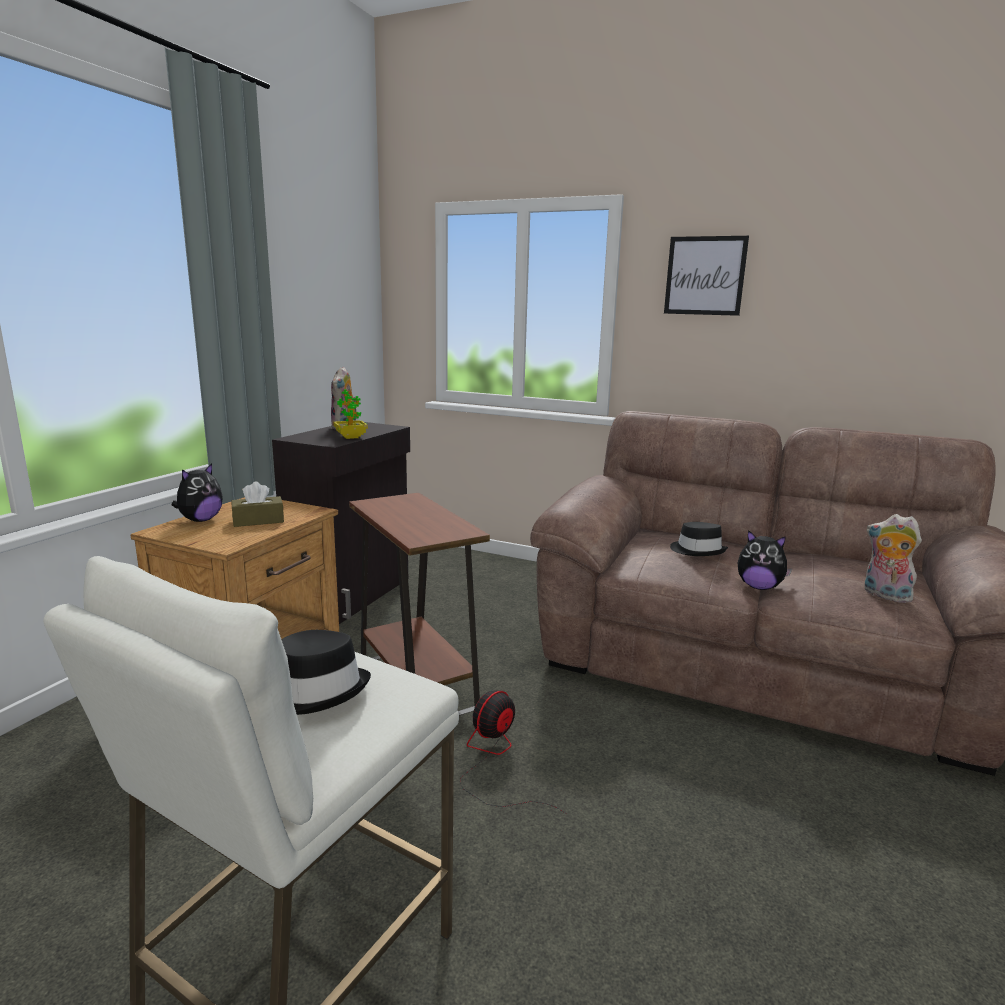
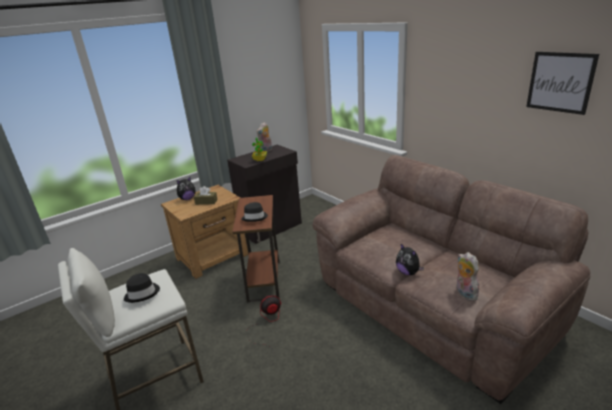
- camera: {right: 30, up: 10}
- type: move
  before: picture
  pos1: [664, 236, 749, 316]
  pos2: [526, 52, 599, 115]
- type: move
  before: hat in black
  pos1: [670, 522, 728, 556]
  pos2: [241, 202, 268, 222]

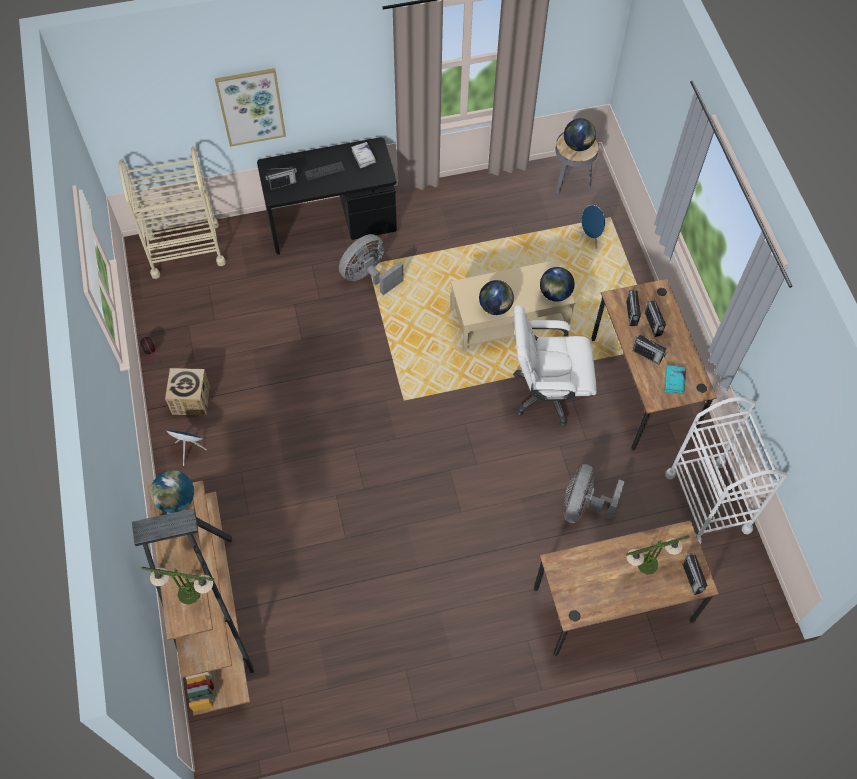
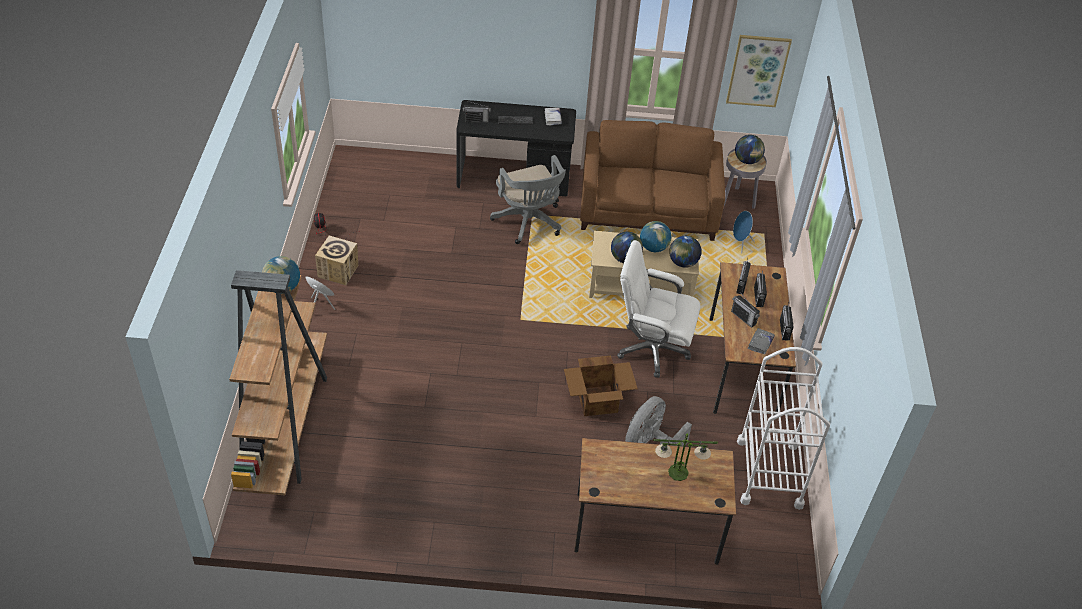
- camera: {right: 15, up: -15}
- type: delete
  before: cart in beige
  pos1: [119, 146, 226, 279]
- type: delete
  before: table lamp
  pos1: [141, 567, 215, 605]
- type: insert
  after: cardboard box
  pos2: [564, 356, 638, 416]
- type: insert
  after: sofa in brown
  pos2: [580, 120, 725, 241]
- type: insert
  after: globe
  pos2: [640, 221, 671, 252]
- type: move
  before: picture
  pos1: [215, 68, 286, 147]
  pos2: [726, 35, 792, 107]
- type: move
  before: radio
  pos1: [682, 553, 707, 595]
  pos2: [780, 302, 794, 341]
- type: replace
  before: fan in grey
  after: office chair in grey
  pos1: [339, 234, 404, 295]
  pos2: [490, 155, 566, 244]
- type: recolor
  before: book in turquoise
  after: book in grey
  pos1: [664, 365, 686, 394]
  pos2: [748, 328, 775, 354]

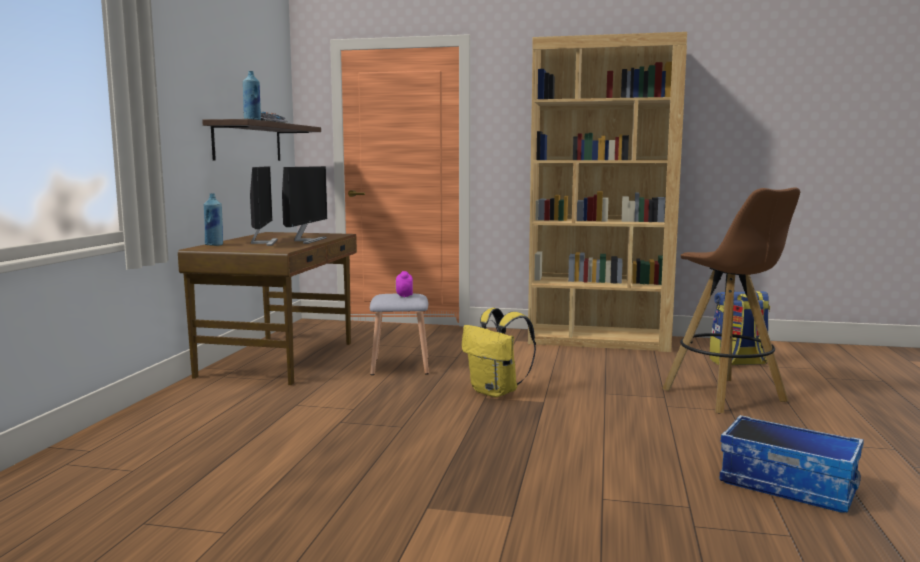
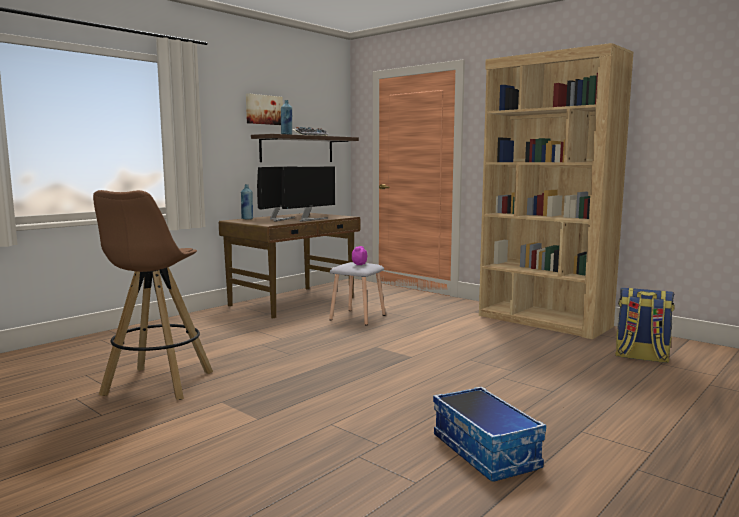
- camera: {right: 30, up: 0}
- type: delete
  before: backpack in yellow
  pos1: [462, 308, 536, 397]
- type: insert
  after: picture
  pos2: [246, 93, 283, 125]
- type: move
  before: stool in brown
  pos1: [662, 187, 800, 414]
  pos2: [93, 190, 213, 400]

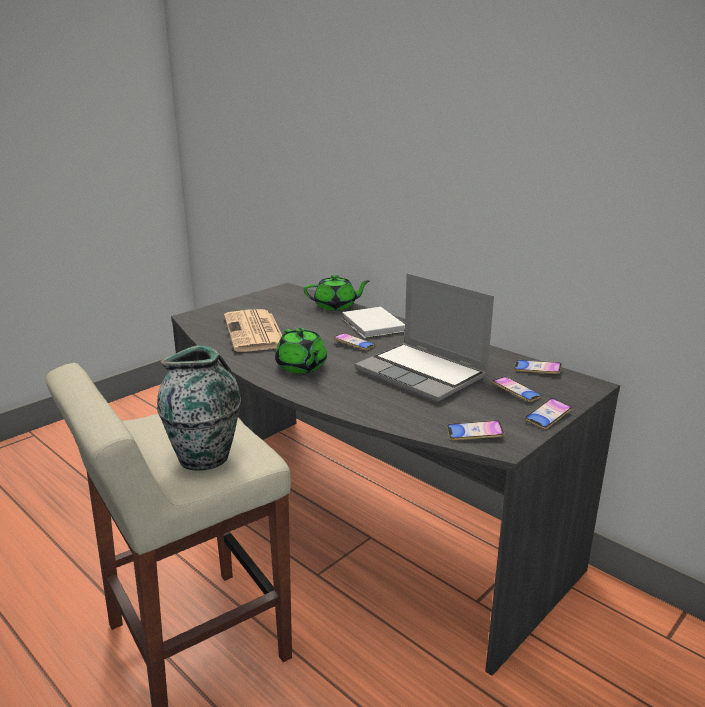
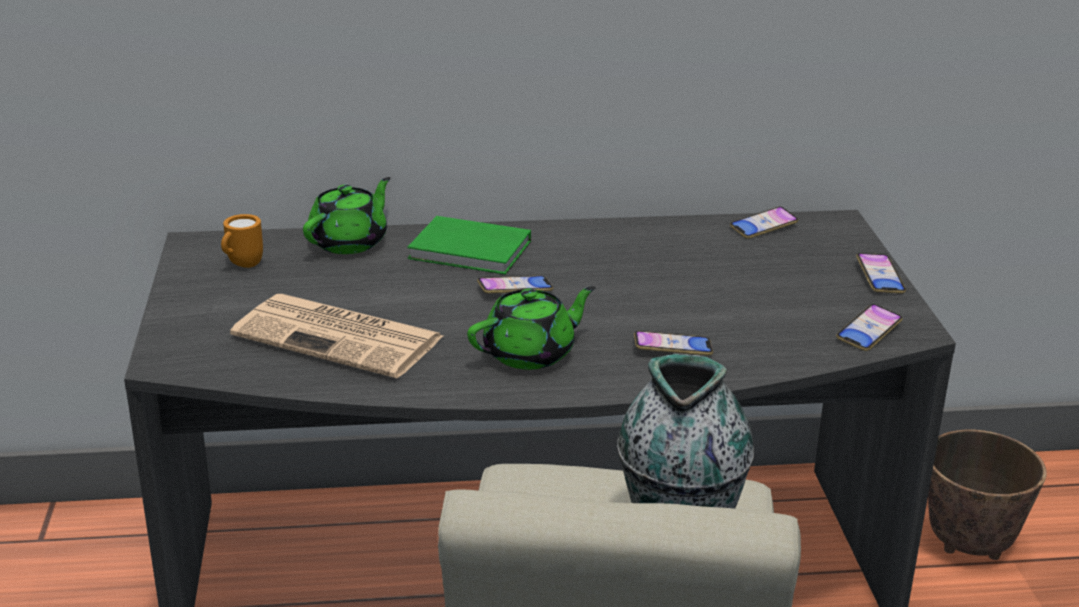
- camera: {right: -50, up: 5}
- type: delete
  before: laptop
  pos1: [355, 273, 494, 403]
- type: insert
  after: mug in orange
  pos2: [221, 214, 263, 268]
- type: insert
  after: planter
  pos2: [928, 430, 1047, 560]
- type: move
  before: phone
  pos1: [492, 377, 542, 402]
  pos2: [634, 331, 713, 356]
- type: recolor
  before: book in white
  after: book in green
  pos1: [342, 307, 405, 338]
  pos2: [407, 216, 531, 275]
- type: rotate
  before: teapot in green
  pos1: [275, 328, 327, 373]
  pos2: [467, 286, 596, 370]
  turn: -45

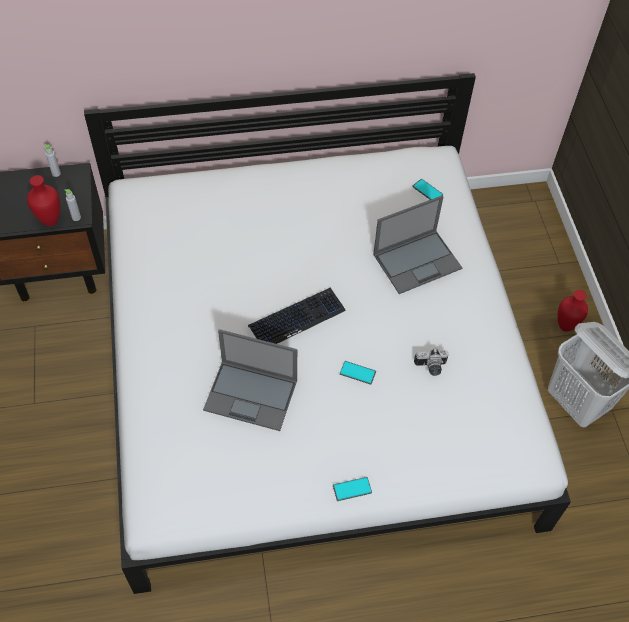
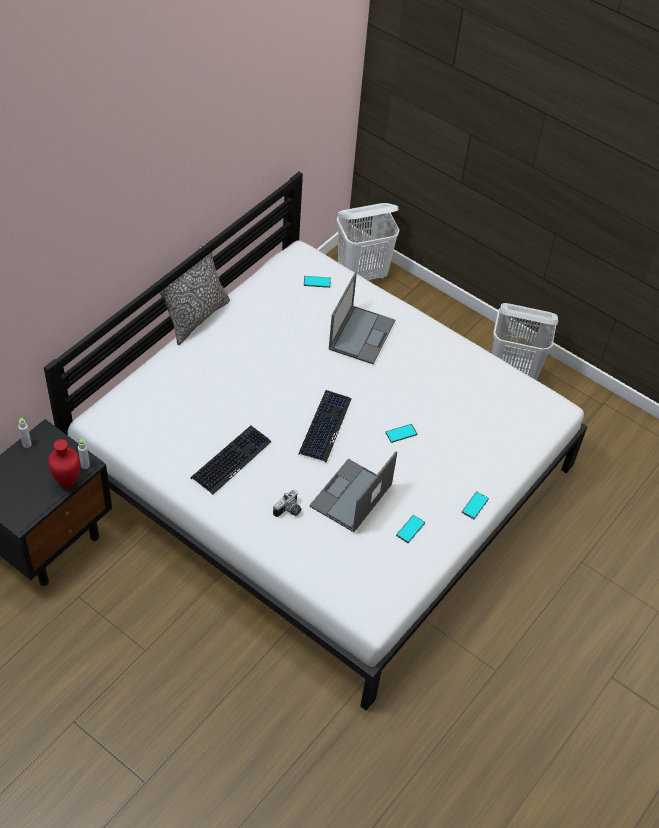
- camera: {right: -45, up: -5}
- type: delete
  before: vase in red
  pos1: [557, 290, 588, 332]
- type: insert
  after: pillow
  pos2: [155, 239, 230, 345]
- type: insert
  after: keyboard
  pos2: [191, 426, 272, 495]
- type: insert
  after: laundry basket in white
  pos2: [336, 203, 399, 280]
- type: insert
  after: phone
  pos2: [396, 515, 425, 543]
- type: move
  before: photo camera
  pos1: [414, 348, 449, 376]
  pos2: [273, 489, 301, 517]
- type: rotate
  before: laptop
  pos1: [203, 329, 297, 431]
  pos2: [309, 451, 397, 532]
  turn: 150

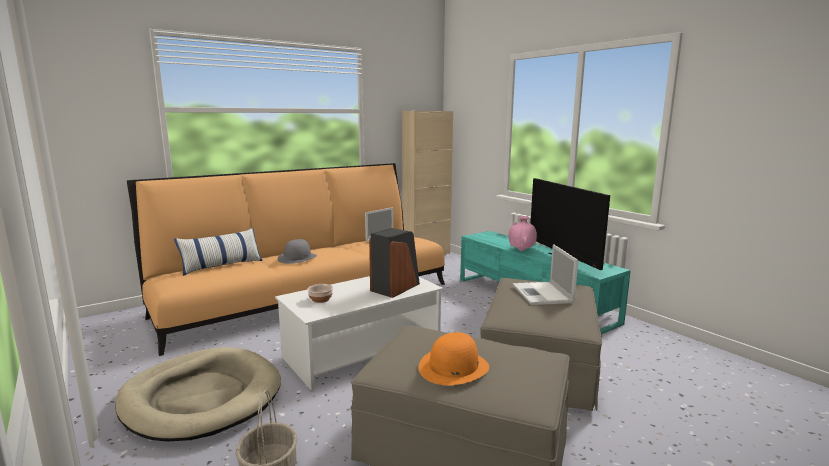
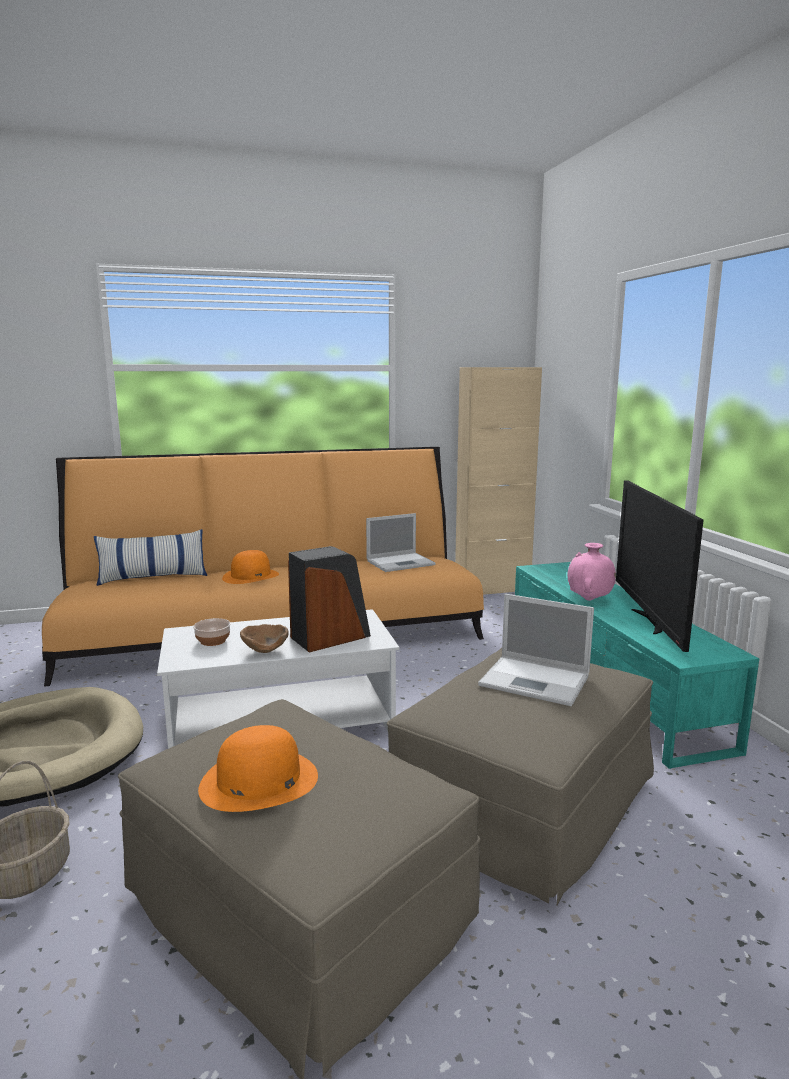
- camera: {right: 20, up: 0}
- type: insert
  after: bowl in brown
  pos2: [240, 624, 289, 653]
- type: recolor
  before: hat in grey
  after: hat in orange
  pos1: [277, 239, 317, 264]
  pos2: [222, 550, 279, 584]
- type: rotate
  before: laptop
  pos1: [512, 244, 578, 305]
  pos2: [478, 594, 594, 706]
  turn: -75

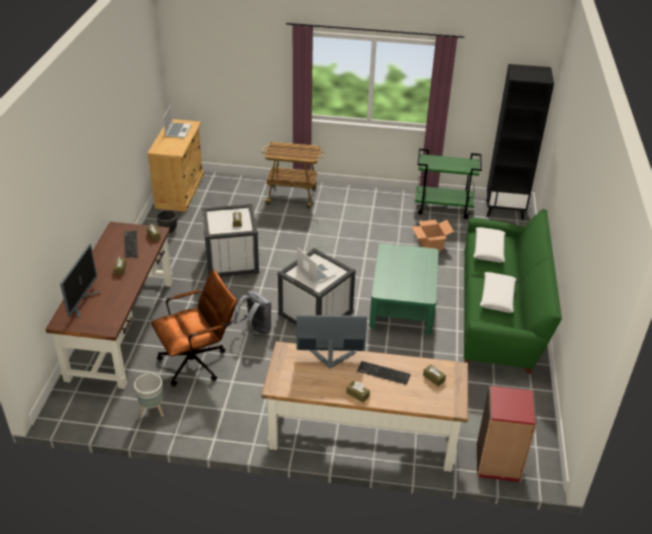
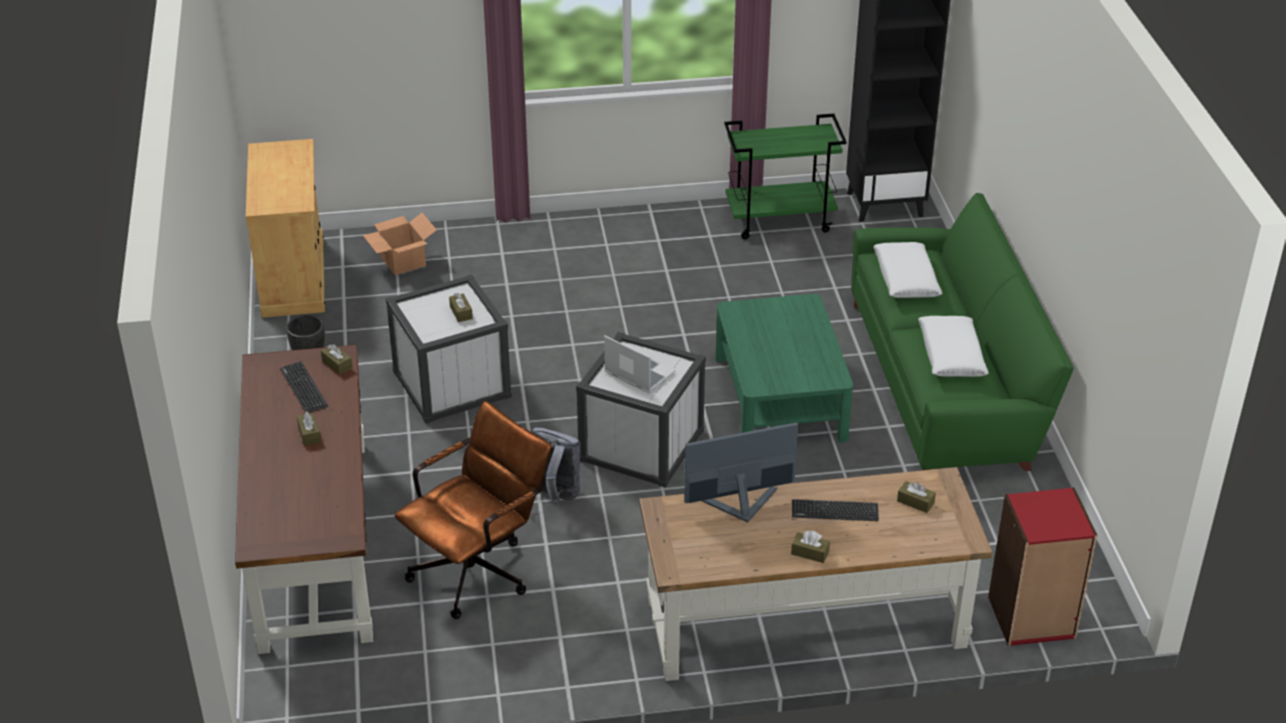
- camera: {right: -15, up: 0}
- type: delete
  before: monitor
  pos1: [60, 244, 101, 319]
- type: delete
  before: planter in grey
  pos1: [134, 373, 164, 417]
- type: delete
  before: laptop
  pos1: [163, 105, 192, 138]
- type: delete
  before: cart
  pos1: [262, 142, 324, 209]
- type: move
  before: cardboard box
  pos1: [412, 220, 454, 251]
  pos2: [363, 213, 437, 275]

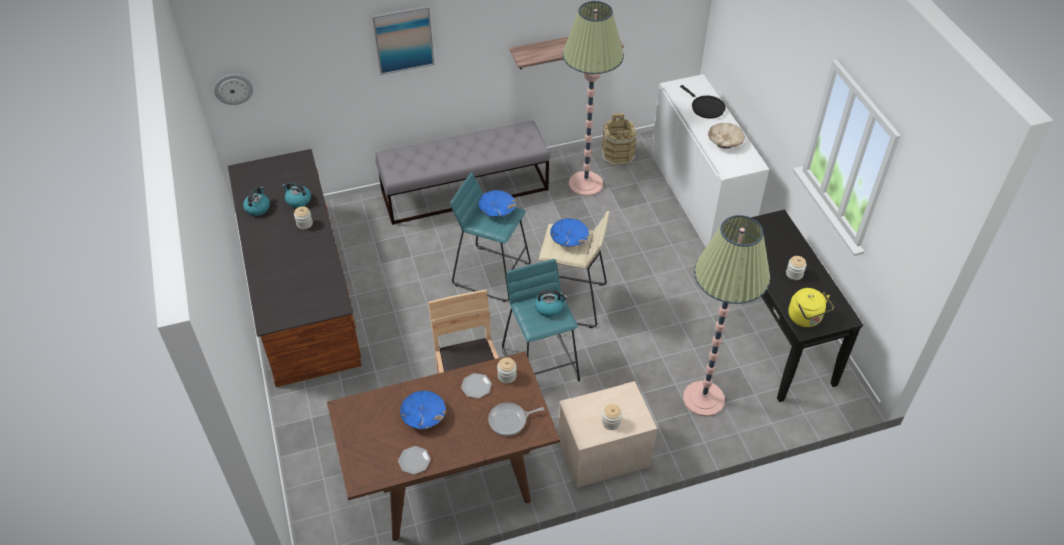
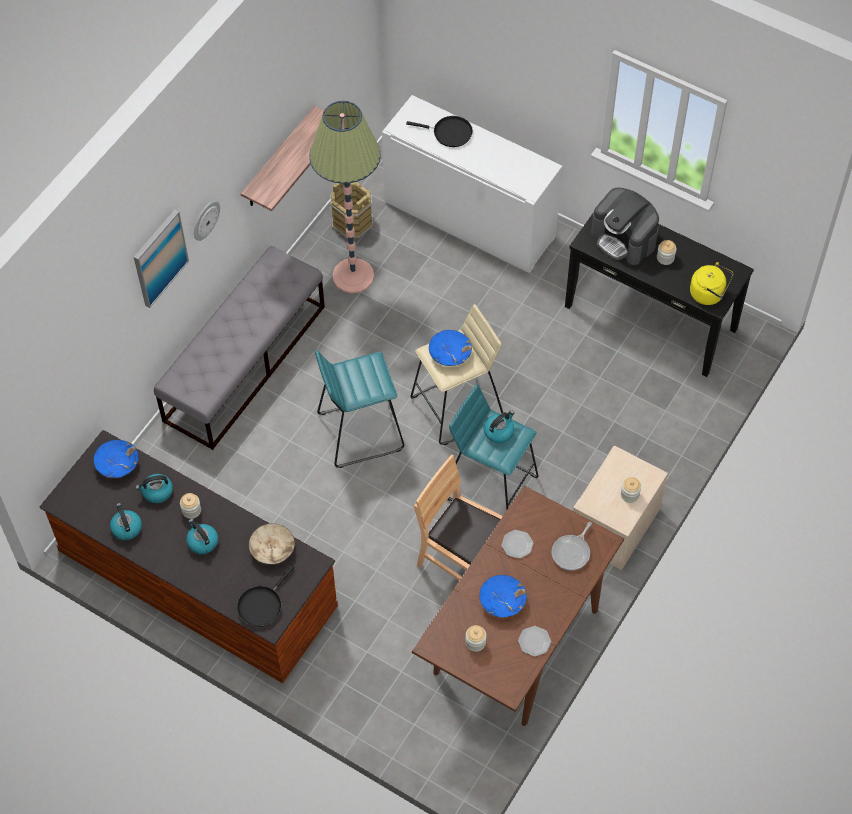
- camera: {right: -40, up: 10}
- type: delete
  before: floor lamp
  pos1: [683, 215, 771, 417]
- type: insert
  after: kettle
  pos2: [186, 519, 218, 554]
- type: insert
  after: frying pan in black
  pos2: [237, 565, 295, 627]
- type: insert
  after: coffee machine
  pos2: [591, 187, 659, 265]
- type: move
  before: wall clock
  pos1: [214, 74, 253, 105]
  pos2: [194, 201, 220, 241]
- type: move
  before: bowl in blue
  pos1: [478, 190, 516, 217]
  pos2: [94, 440, 138, 478]
- type: move
  before: jar
  pos1: [497, 357, 517, 384]
  pos2: [465, 625, 486, 652]
- type: move
  before: bowl in beige
  pos1: [708, 123, 745, 149]
  pos2: [249, 523, 295, 565]

